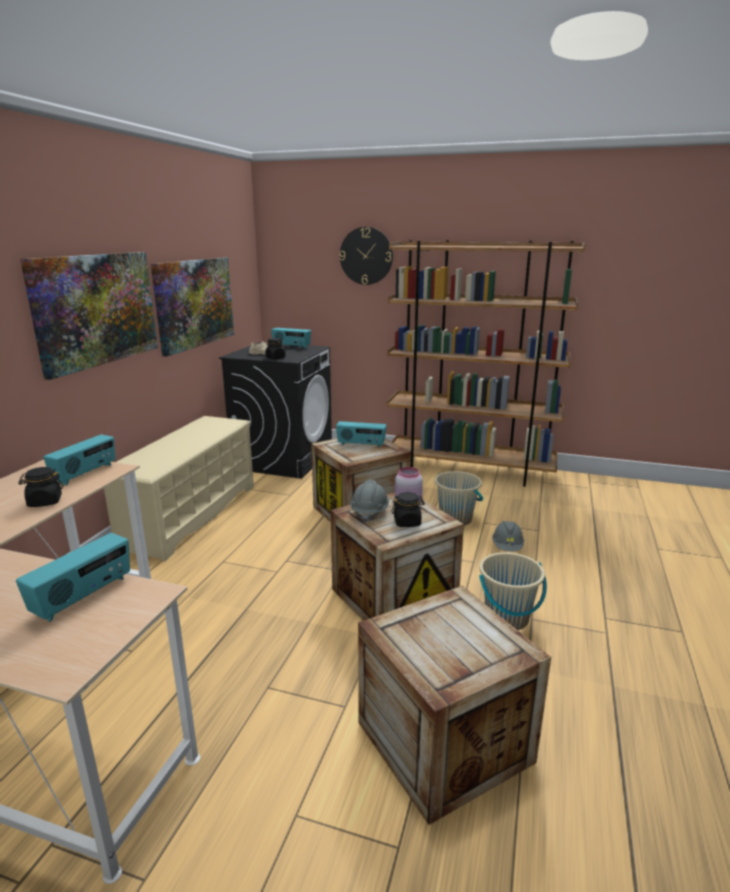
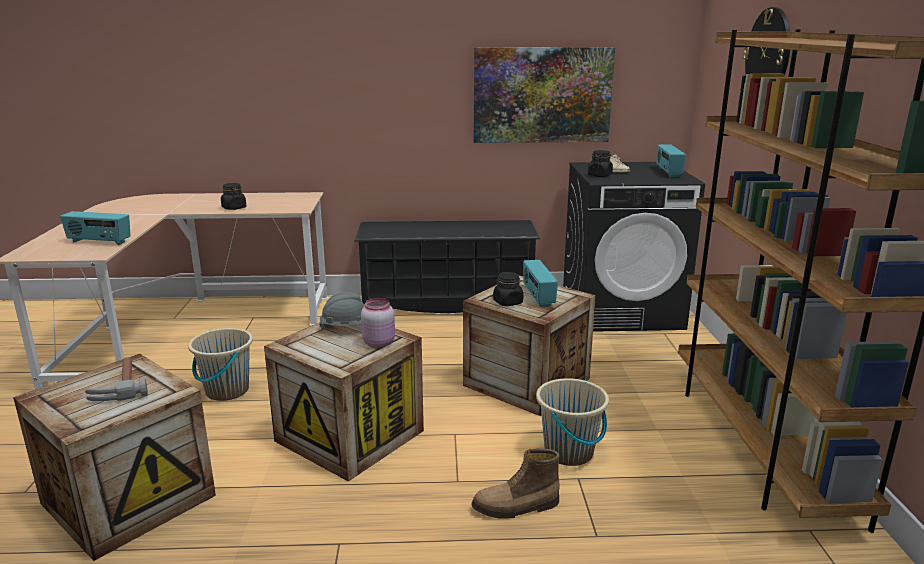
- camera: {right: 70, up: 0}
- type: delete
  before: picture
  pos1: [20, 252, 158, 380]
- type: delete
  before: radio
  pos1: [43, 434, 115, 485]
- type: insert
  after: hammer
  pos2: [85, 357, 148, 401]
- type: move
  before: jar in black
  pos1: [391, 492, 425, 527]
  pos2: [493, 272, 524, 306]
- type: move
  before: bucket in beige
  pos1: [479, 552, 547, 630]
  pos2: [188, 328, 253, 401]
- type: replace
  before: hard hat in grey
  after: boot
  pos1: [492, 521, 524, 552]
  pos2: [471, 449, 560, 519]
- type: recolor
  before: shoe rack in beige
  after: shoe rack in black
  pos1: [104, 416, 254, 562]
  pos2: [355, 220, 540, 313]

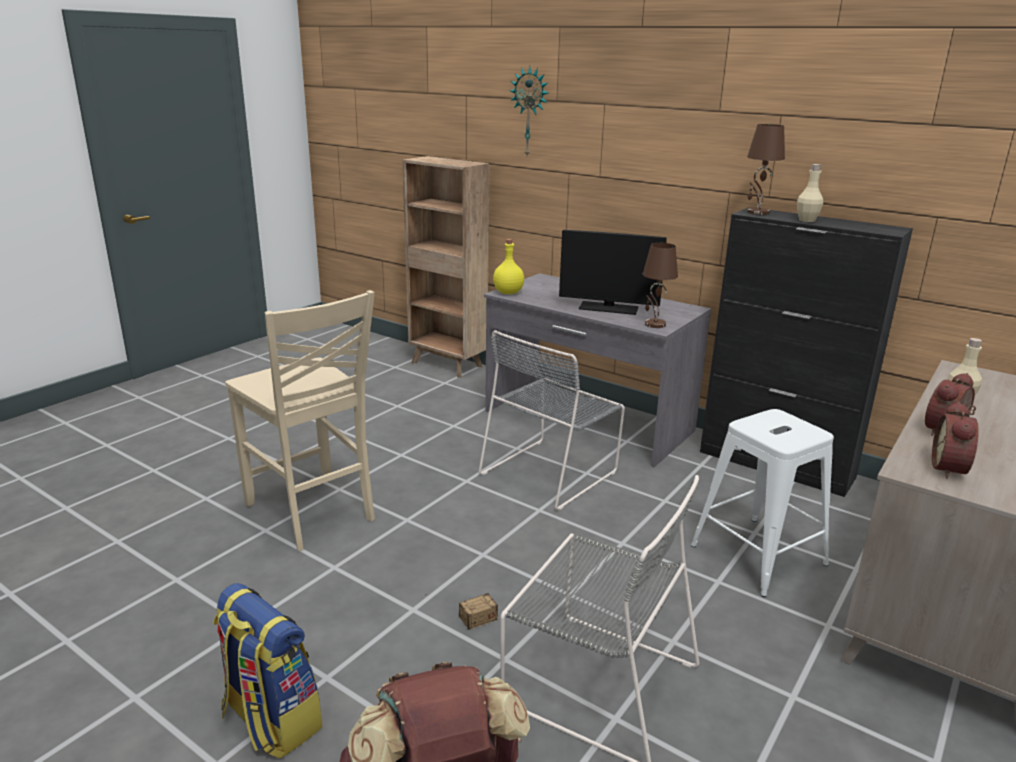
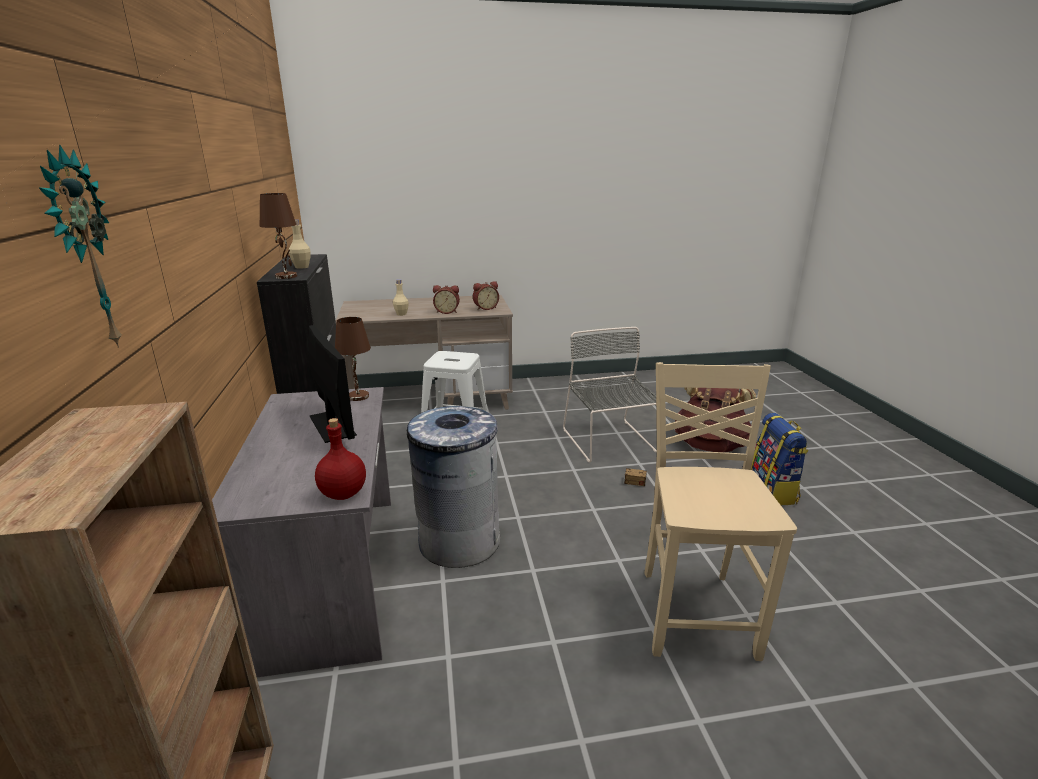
- camera: {right: -135, up: 0}
- type: replace
  before: chair in grey
  after: trash can in grey
  pos1: [479, 330, 625, 510]
  pos2: [407, 406, 500, 568]
- type: recolor
  before: bottle in yellow
  after: bottle in red
  pos1: [493, 239, 524, 294]
  pos2: [315, 418, 366, 500]

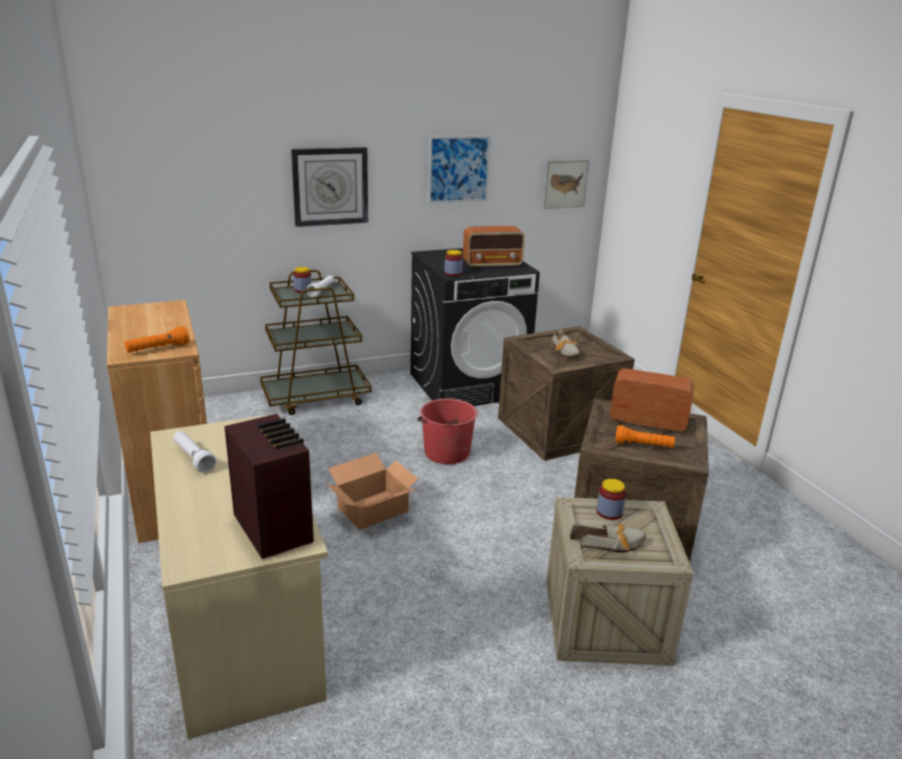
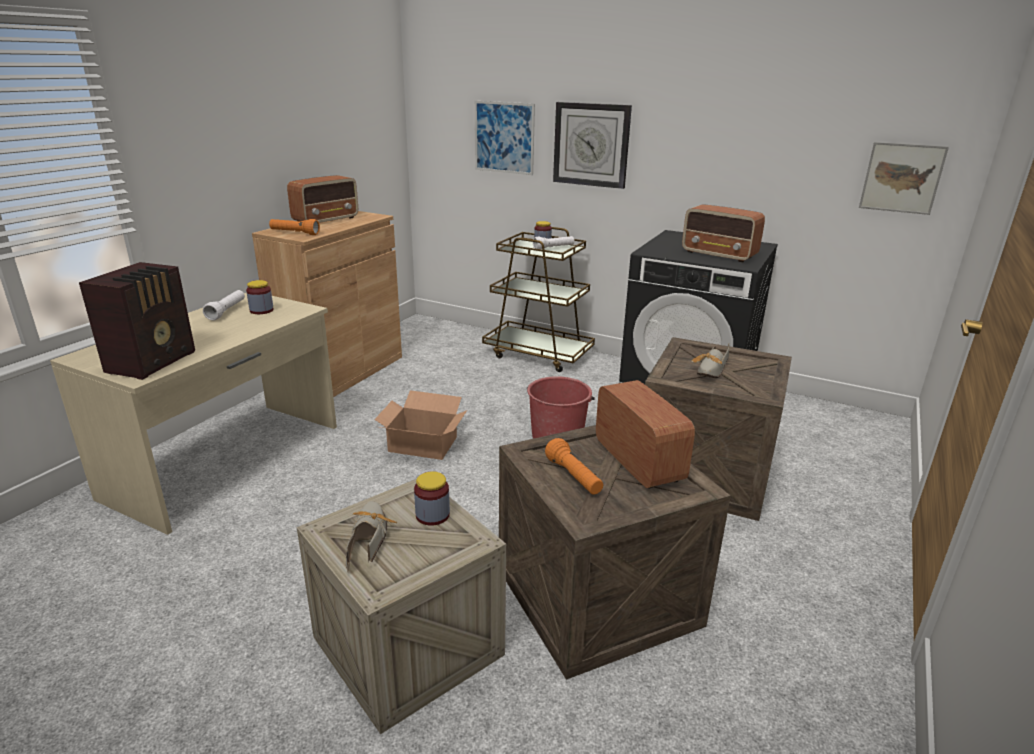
- camera: {right: 50, up: 0}
- type: insert
  after: radio
  pos2: [287, 175, 358, 223]
- type: move
  before: picture
  pos1: [428, 135, 491, 204]
  pos2: [475, 101, 535, 175]
- type: move
  before: jar
  pos1: [445, 250, 463, 276]
  pos2: [246, 280, 274, 314]
- type: rotate
  before: shoe
  pos1: [570, 523, 646, 552]
  pos2: [346, 501, 397, 573]
  turn: -135

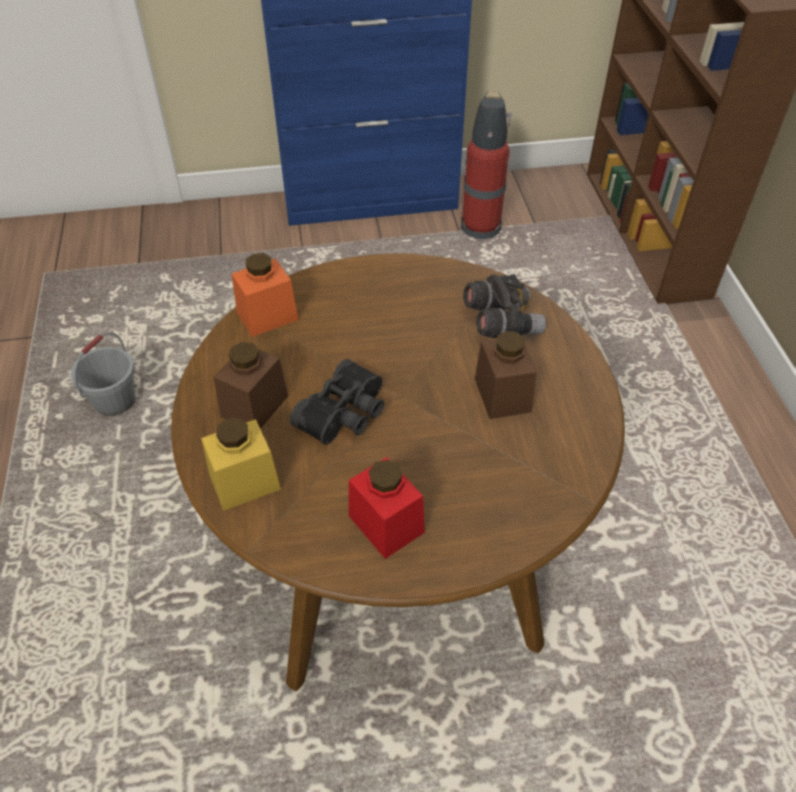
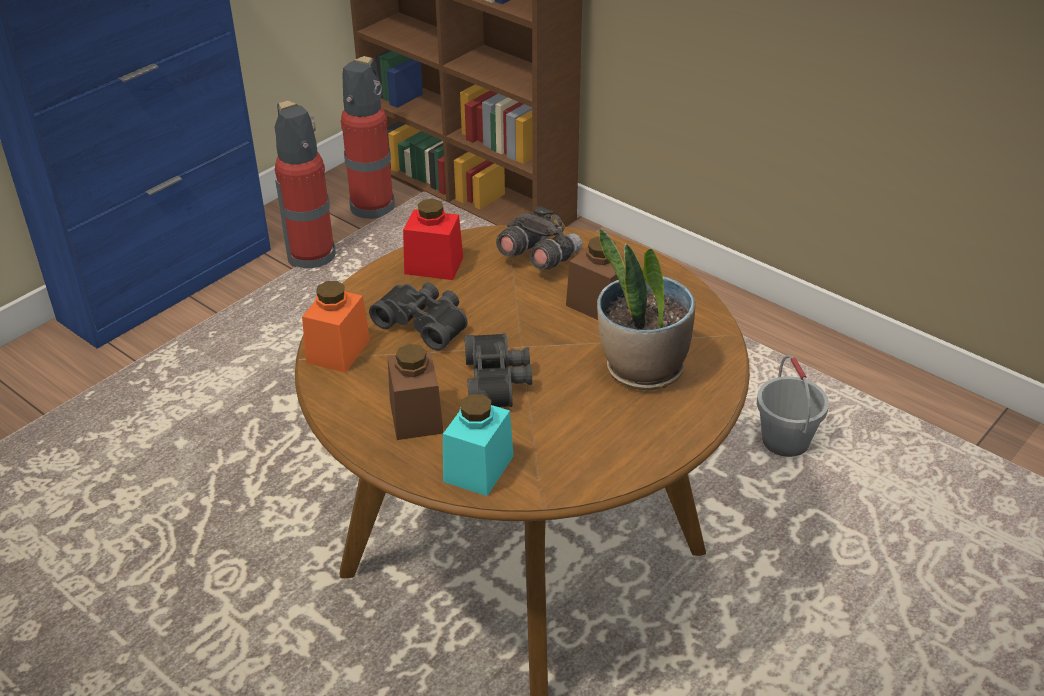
- camera: {right: -40, up: -10}
- type: insert
  after: fire extinguisher
  pos2: [341, 56, 395, 219]
- type: insert
  after: binoculars in black
  pos2: [369, 283, 468, 351]
- type: insert
  after: potted plant
  pos2: [597, 228, 695, 390]
- type: move
  before: bucket in grey
  pos1: [71, 332, 135, 416]
  pos2: [757, 355, 829, 457]
- type: move
  before: jar in red
  pos1: [349, 457, 425, 559]
  pos2: [403, 199, 463, 280]
- type: recolor
  before: jar in yellow
  after: jar in turquoise
  pos1: [201, 418, 281, 511]
  pos2: [443, 394, 514, 496]

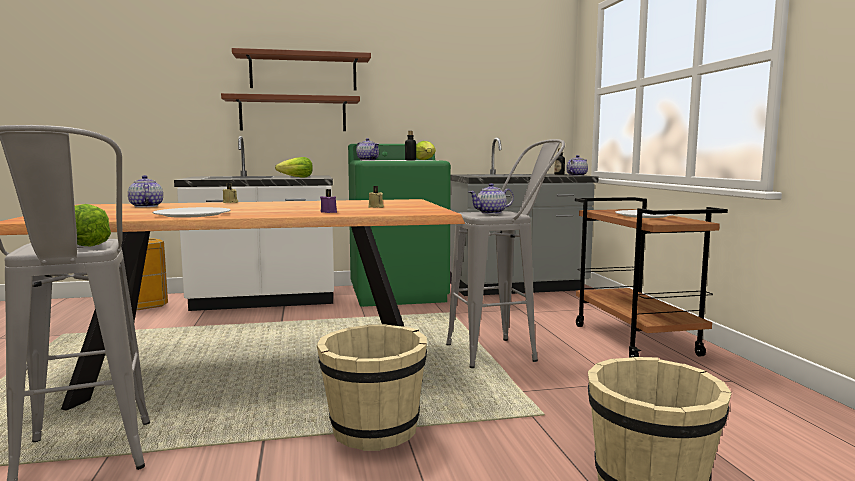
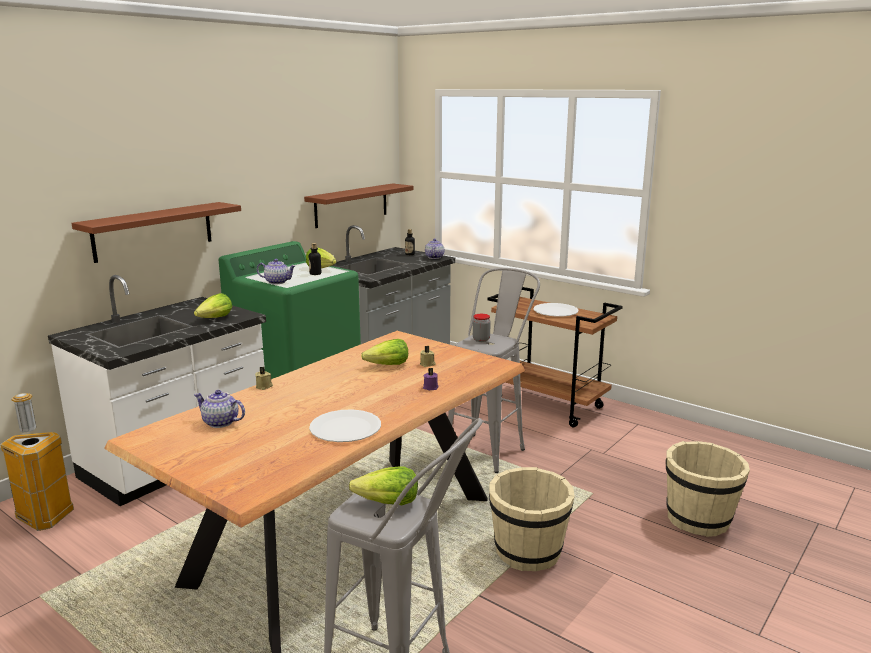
- camera: {right: -40, up: 10}
- type: insert
  after: lettuce
  pos2: [361, 339, 408, 365]
- type: move
  before: shelf in brown
  pos1: [232, 48, 371, 90]
  pos2: [304, 183, 414, 228]
- type: replace
  before: teapot
  after: jar
  pos1: [469, 183, 514, 214]
  pos2: [473, 314, 491, 342]

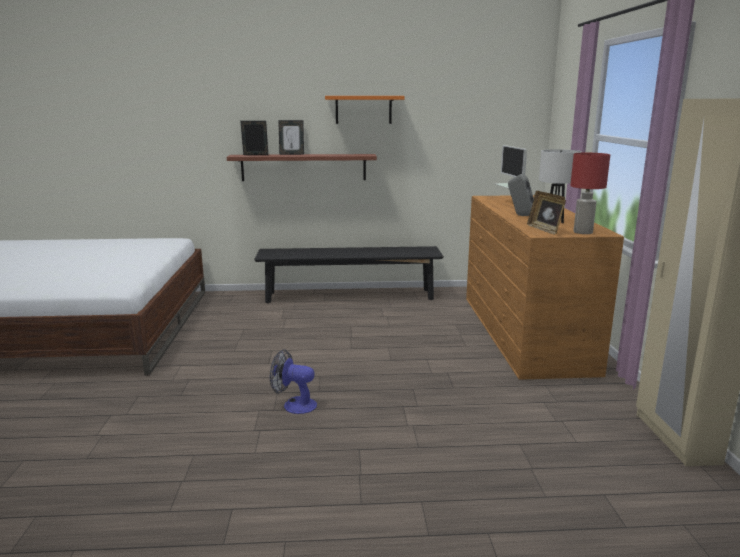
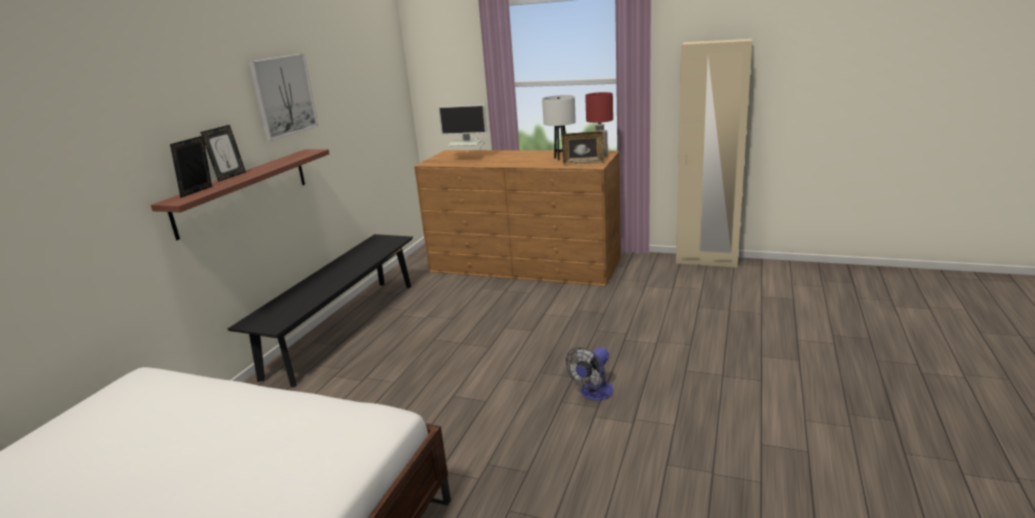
- camera: {right: -65, up: 5}
- type: delete
  before: speaker in grey
  pos1: [508, 174, 534, 216]
- type: replace
  before: shelf in orange
  after: picture
  pos1: [325, 96, 405, 124]
  pos2: [249, 54, 318, 141]

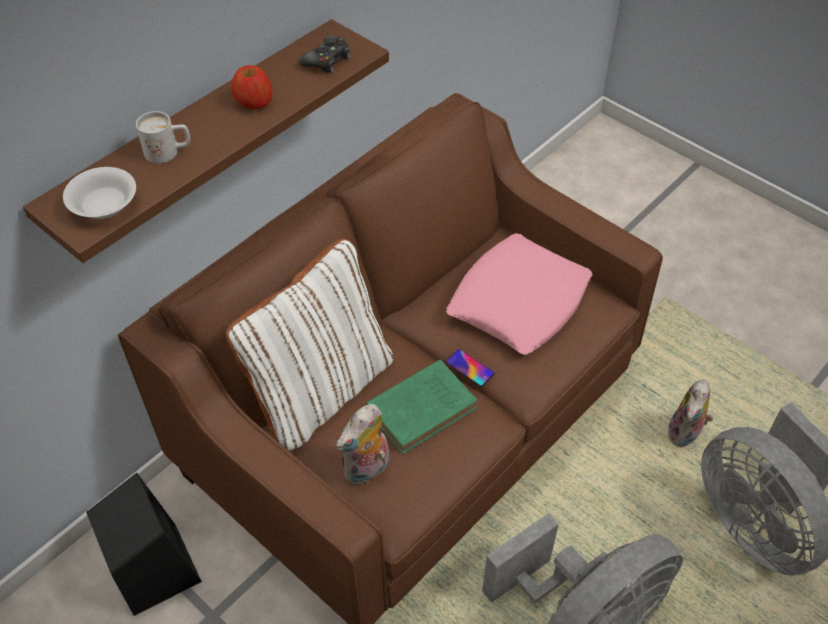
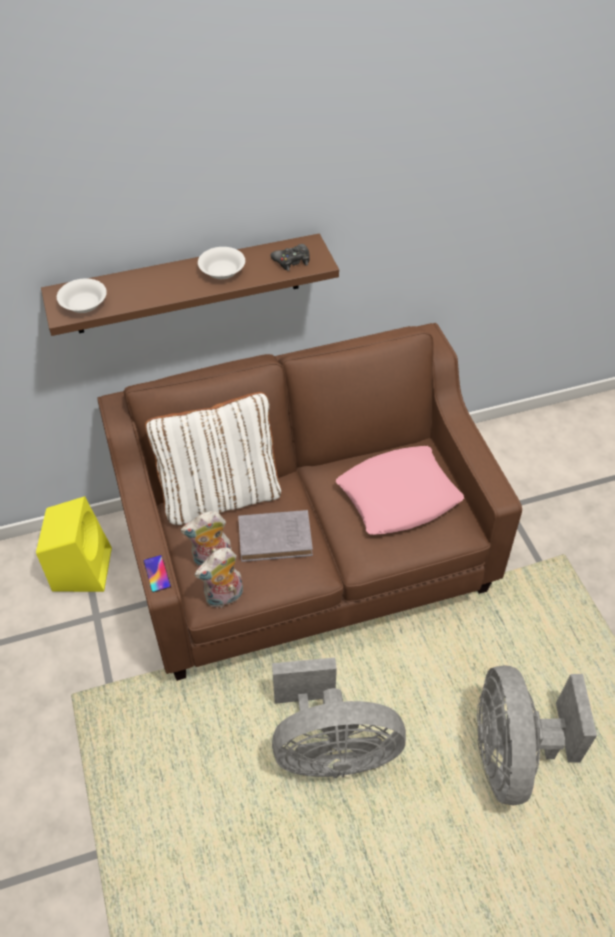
- camera: {right: 30, up: 0}
- type: delete
  before: mug in white
  pos1: [136, 111, 190, 163]
- type: move
  before: phone
  pos1: [446, 349, 495, 386]
  pos2: [144, 555, 171, 592]
- type: move
  before: plush toy
  pos1: [668, 379, 713, 447]
  pos2: [195, 547, 243, 609]
- type: replace
  before: apple
  after: bowl in white
  pos1: [231, 65, 273, 110]
  pos2: [198, 247, 245, 279]
- type: recolor
  before: speaker in black
  after: speaker in yellow
  pos1: [86, 473, 202, 616]
  pos2: [36, 496, 112, 592]
- type: recolor
  before: book in green
  after: book in grey
  pos1: [365, 360, 477, 454]
  pos2: [238, 510, 313, 562]

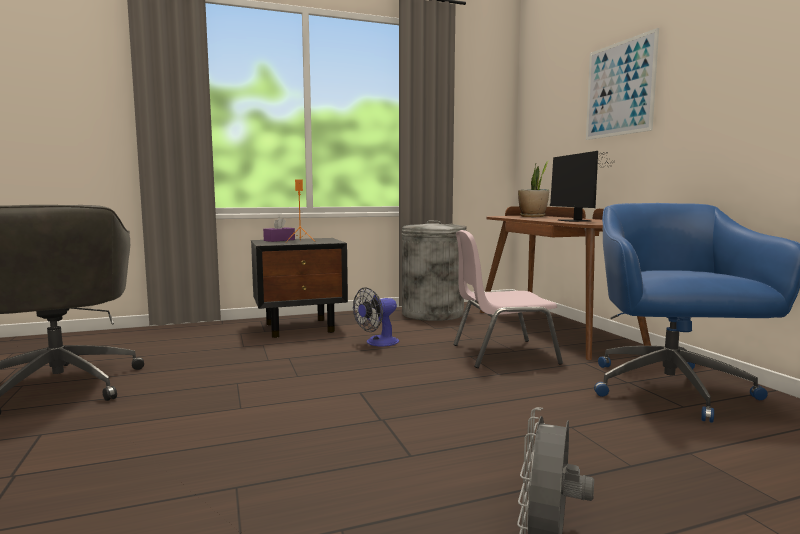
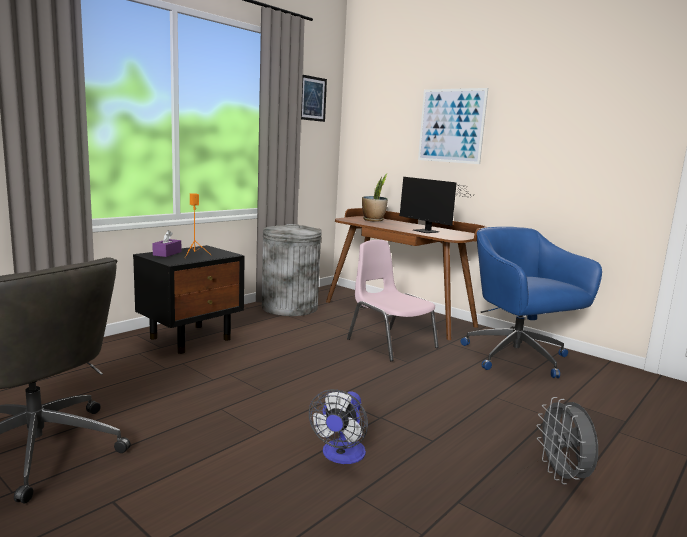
- camera: {right: -30, up: 5}
- type: insert
  after: picture
  pos2: [301, 75, 327, 122]
- type: move
  before: fan
  pos1: [353, 288, 399, 346]
  pos2: [309, 389, 368, 464]
- type: rotate
  before: chair in pink
  pos1: [453, 230, 563, 368]
  pos2: [347, 240, 439, 361]
  turn: 90

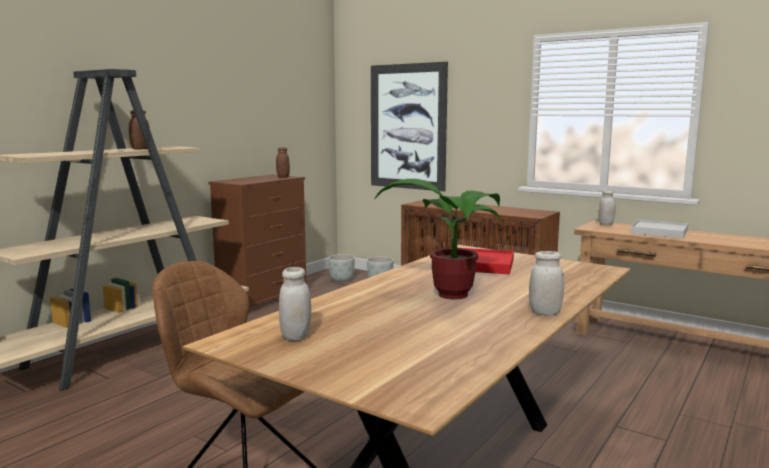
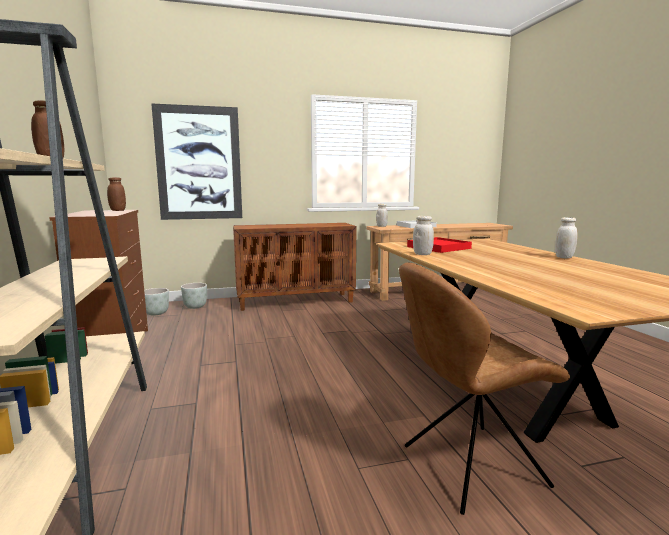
- camera: {right: -50, up: 0}
- type: delete
  before: potted plant
  pos1: [374, 179, 501, 299]
- type: move
  before: jar in white
  pos1: [279, 267, 311, 341]
  pos2: [413, 216, 434, 255]

